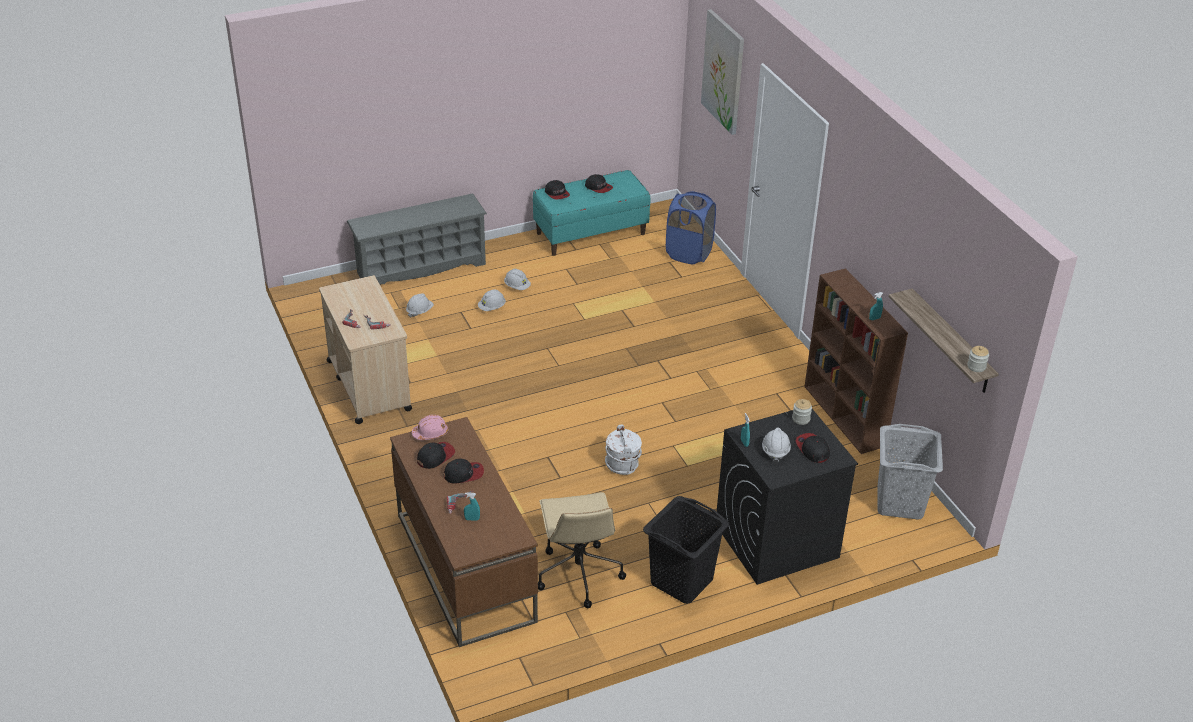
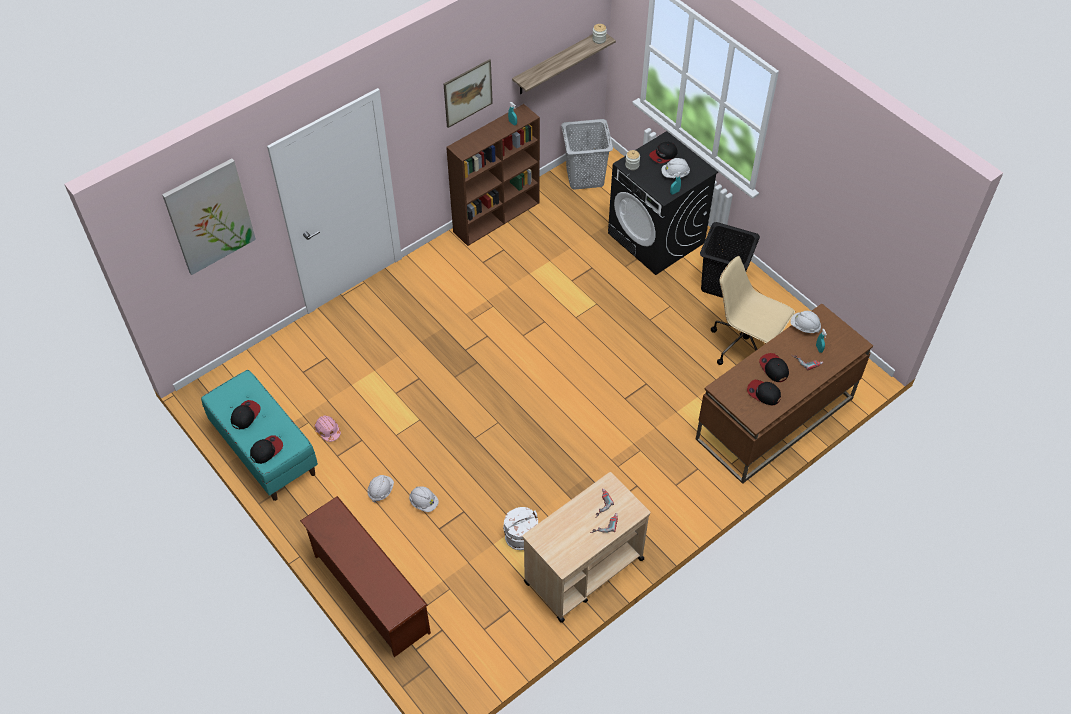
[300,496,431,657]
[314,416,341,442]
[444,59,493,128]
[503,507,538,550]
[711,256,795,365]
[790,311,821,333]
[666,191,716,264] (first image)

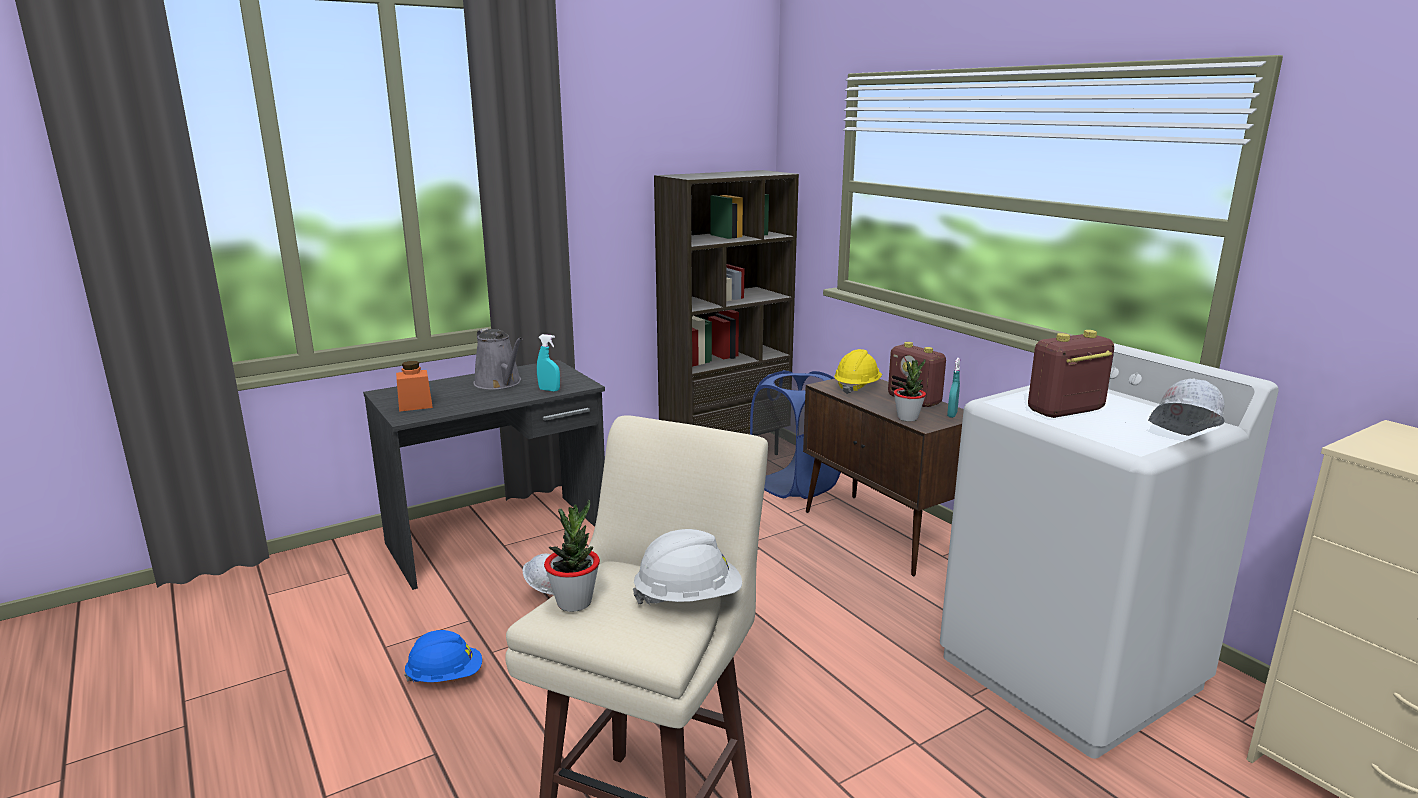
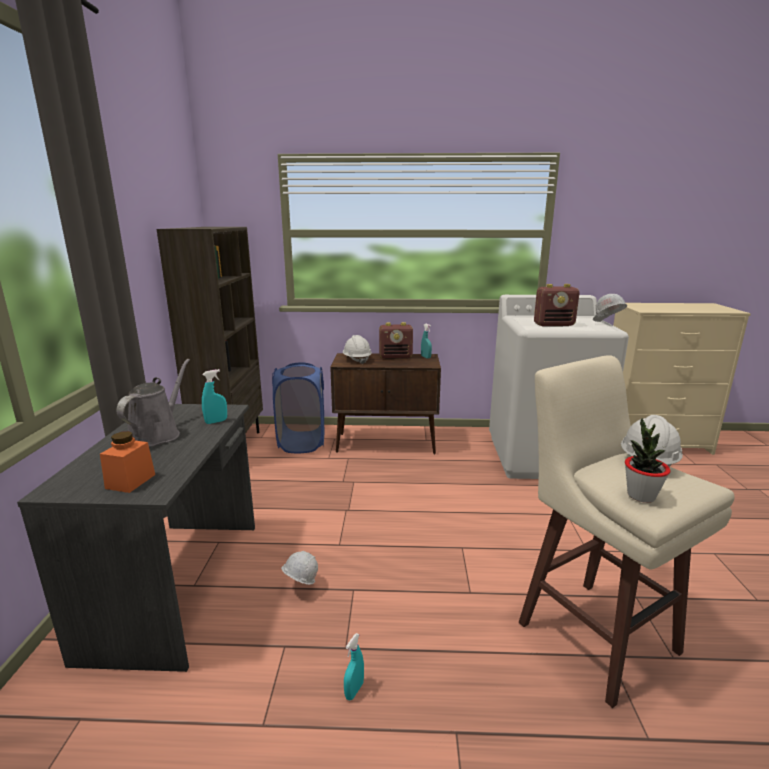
[116,359,190,447]
[343,335,372,364]
[344,633,364,700]
[534,284,579,327]
[894,359,926,422] (first image)

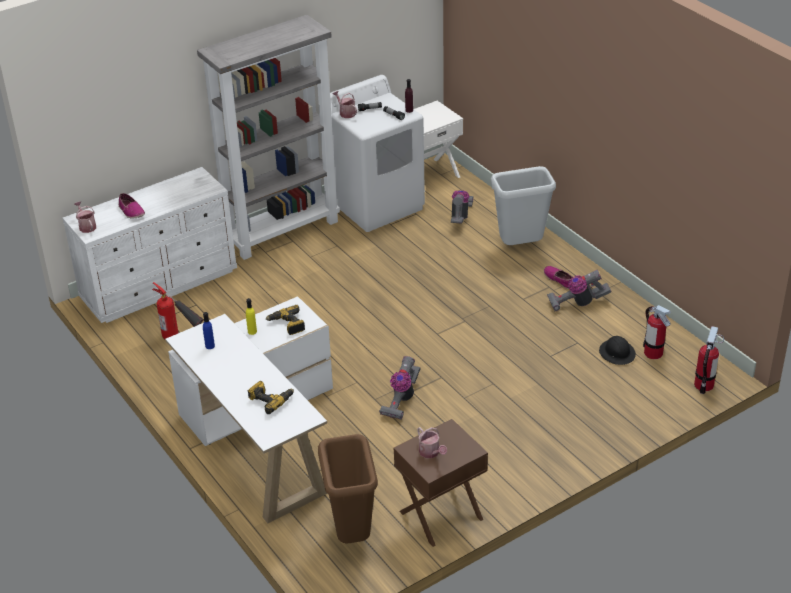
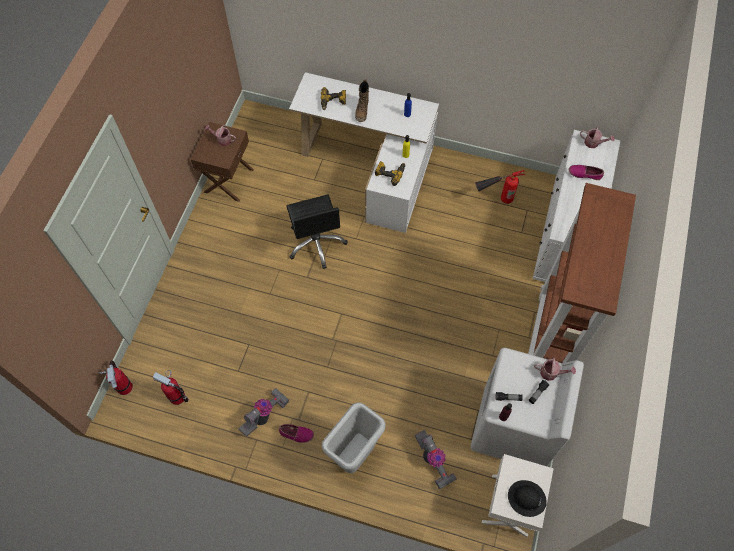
[287,194,347,269]
[355,79,369,122]
[508,480,547,517]
[528,183,636,363]
[318,434,378,543] (first image)

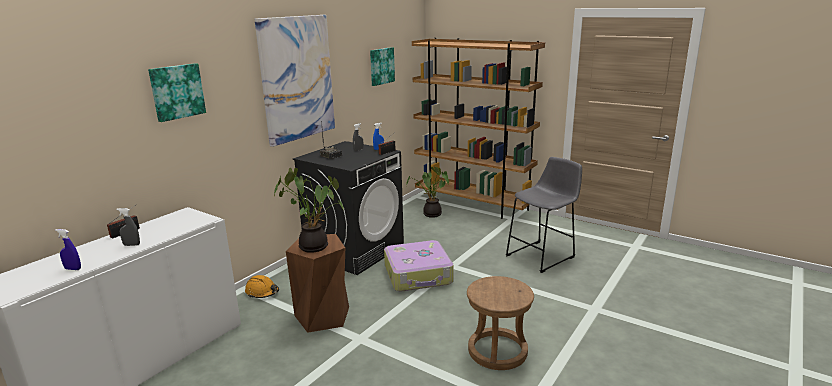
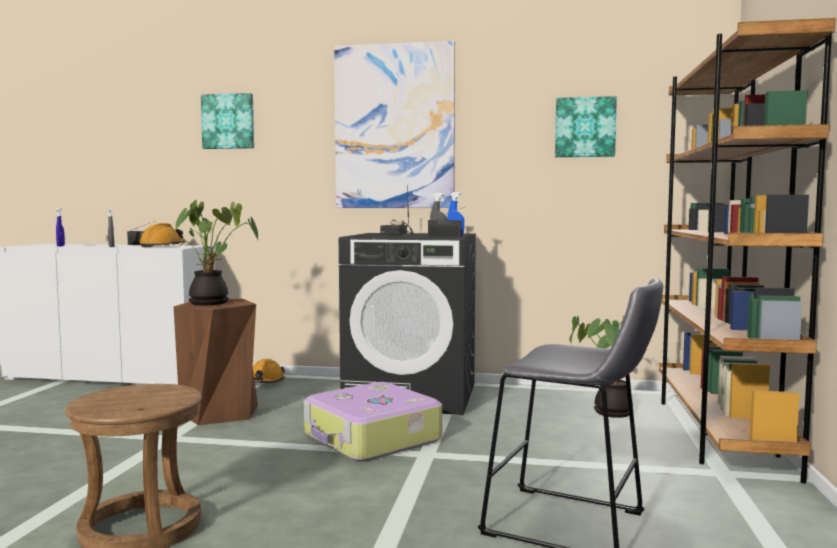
[138,223,185,248]

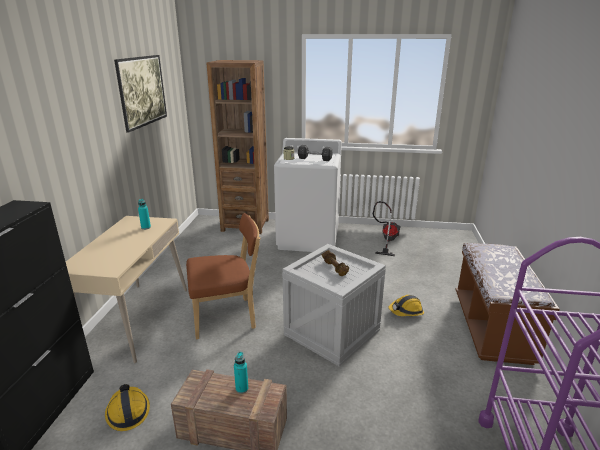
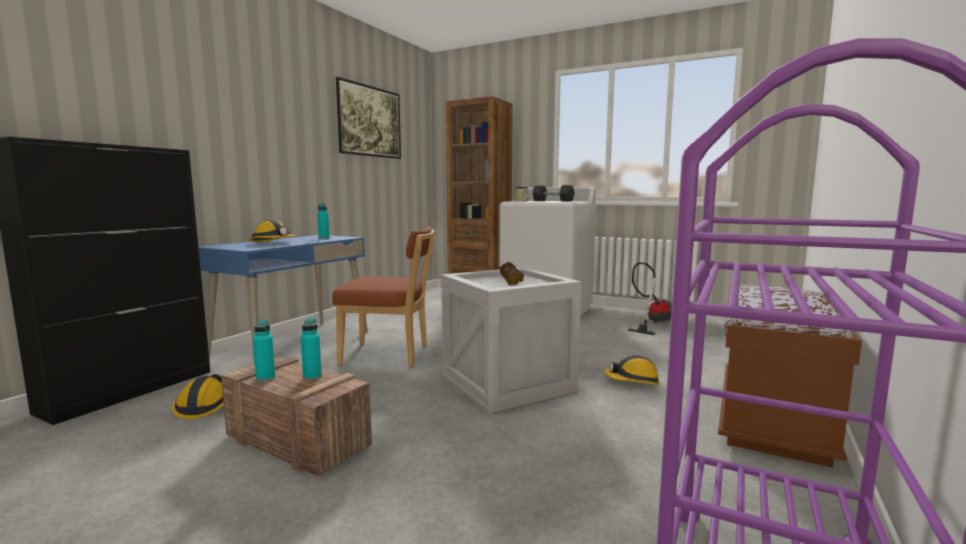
[198,235,368,364]
[249,220,295,242]
[253,320,275,382]

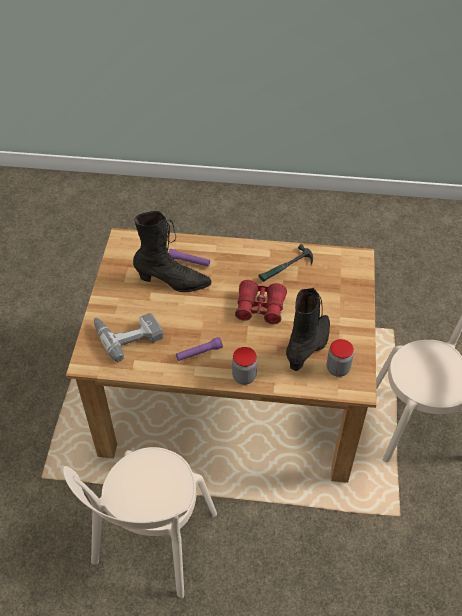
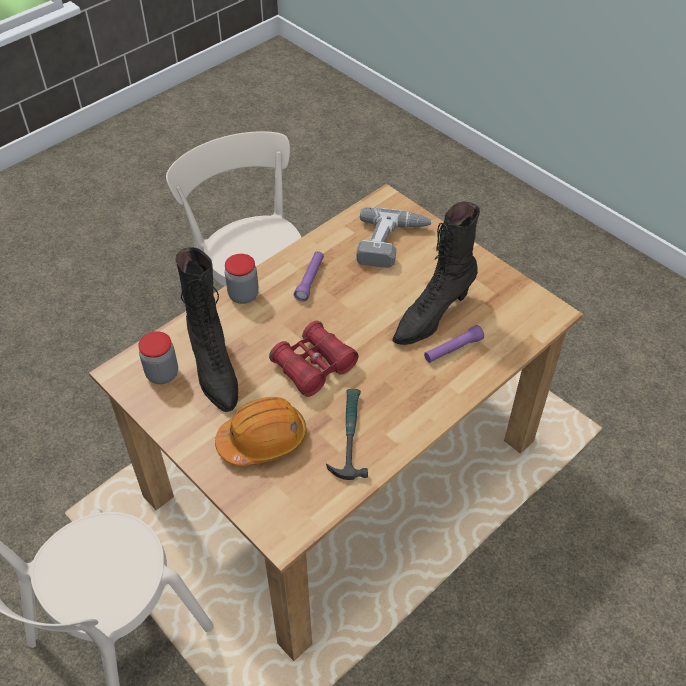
[215,397,307,466]

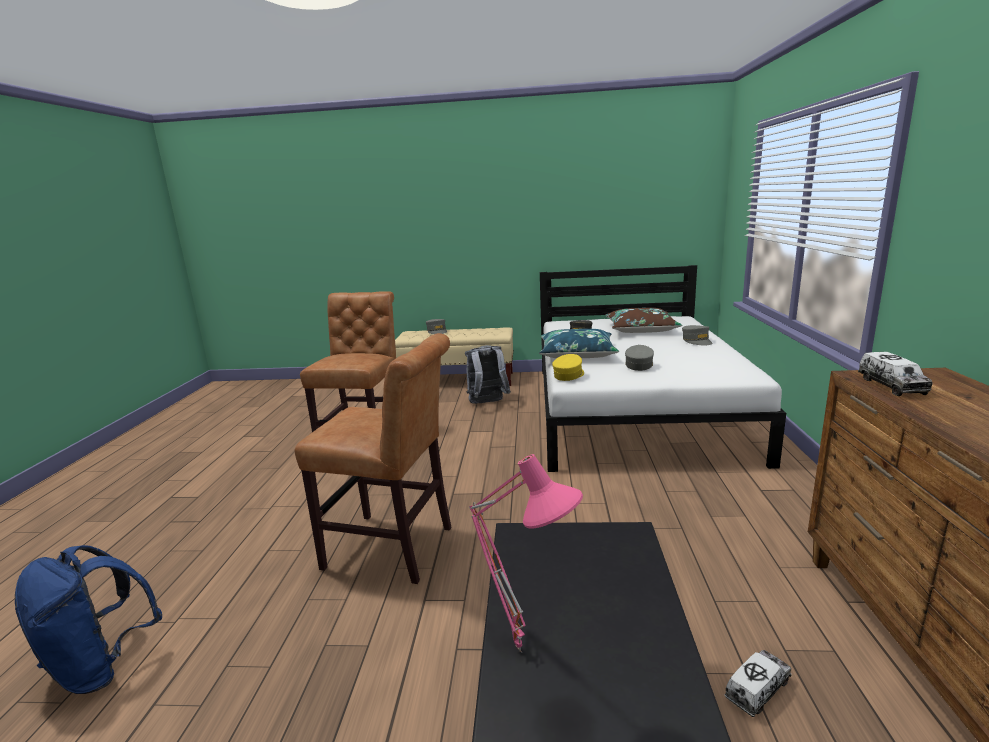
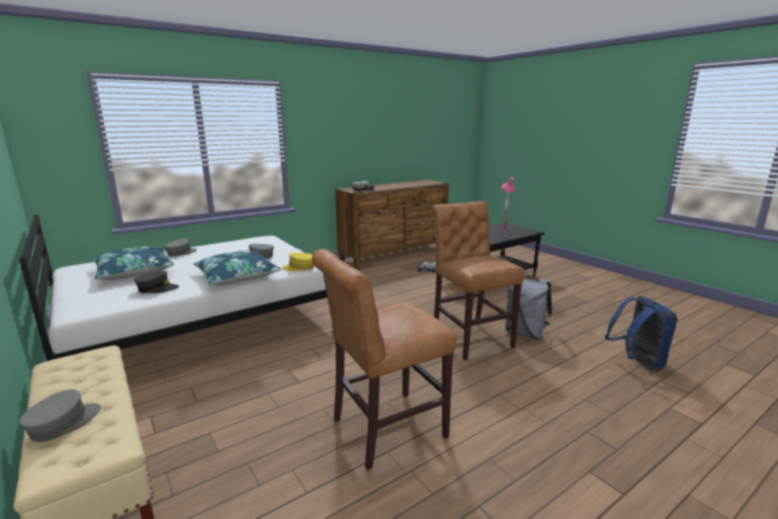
[93,246,174,280]
[505,275,552,339]

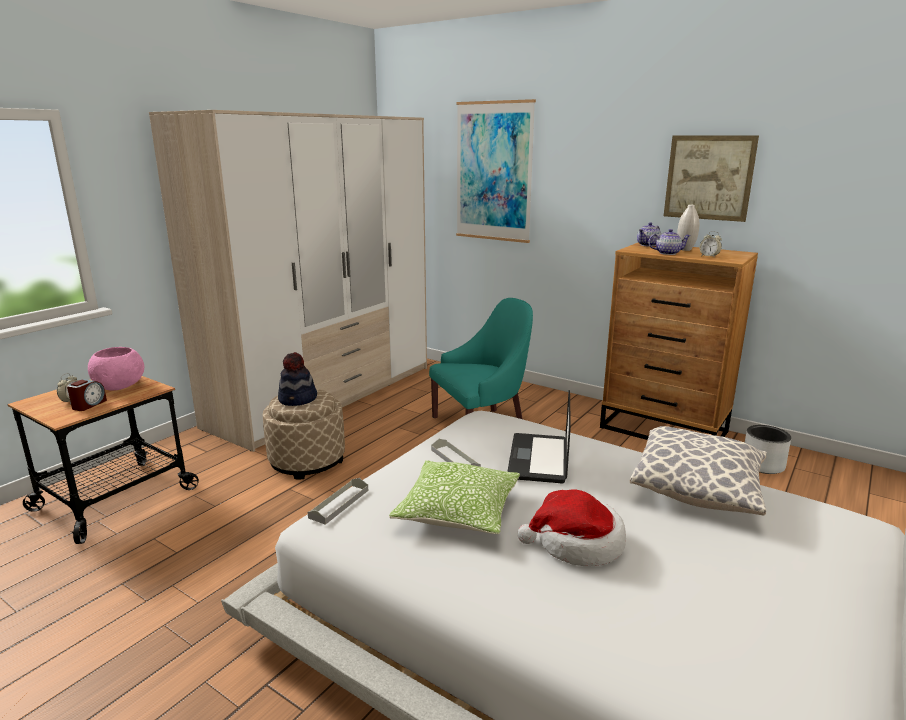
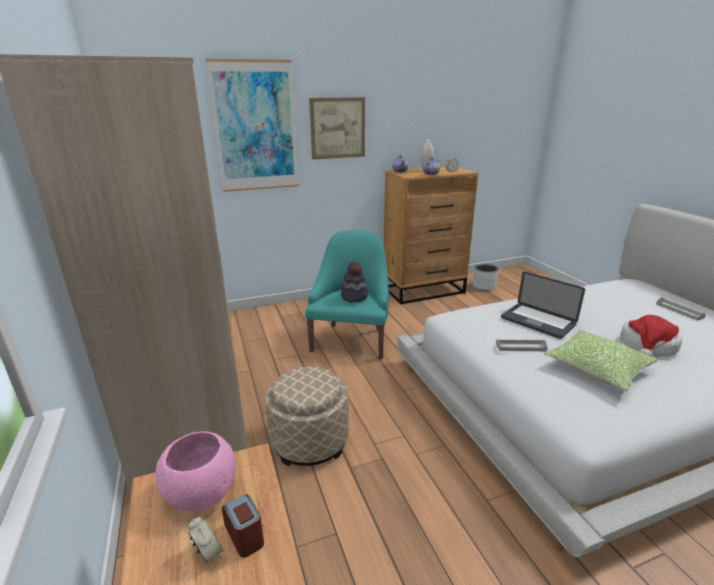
[309,97,365,159]
[341,261,368,302]
[656,297,706,321]
[629,426,767,515] (first image)

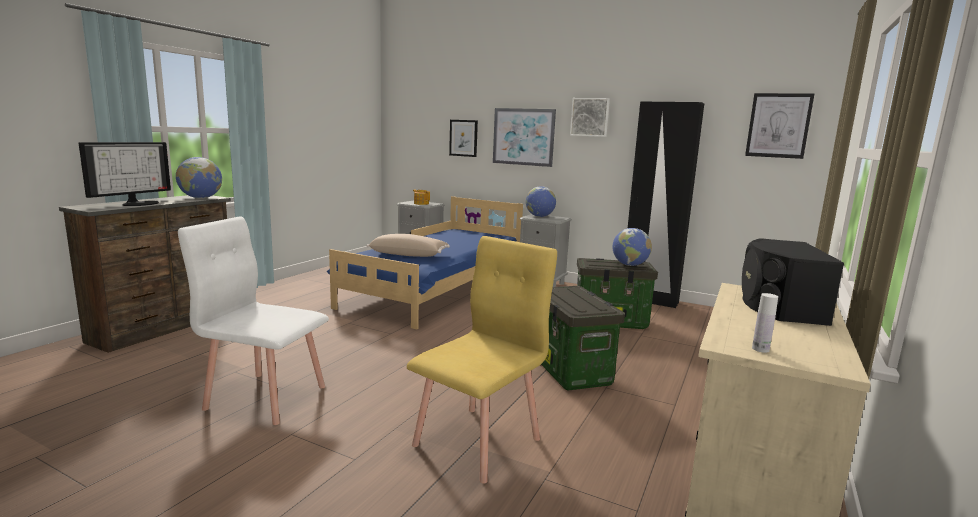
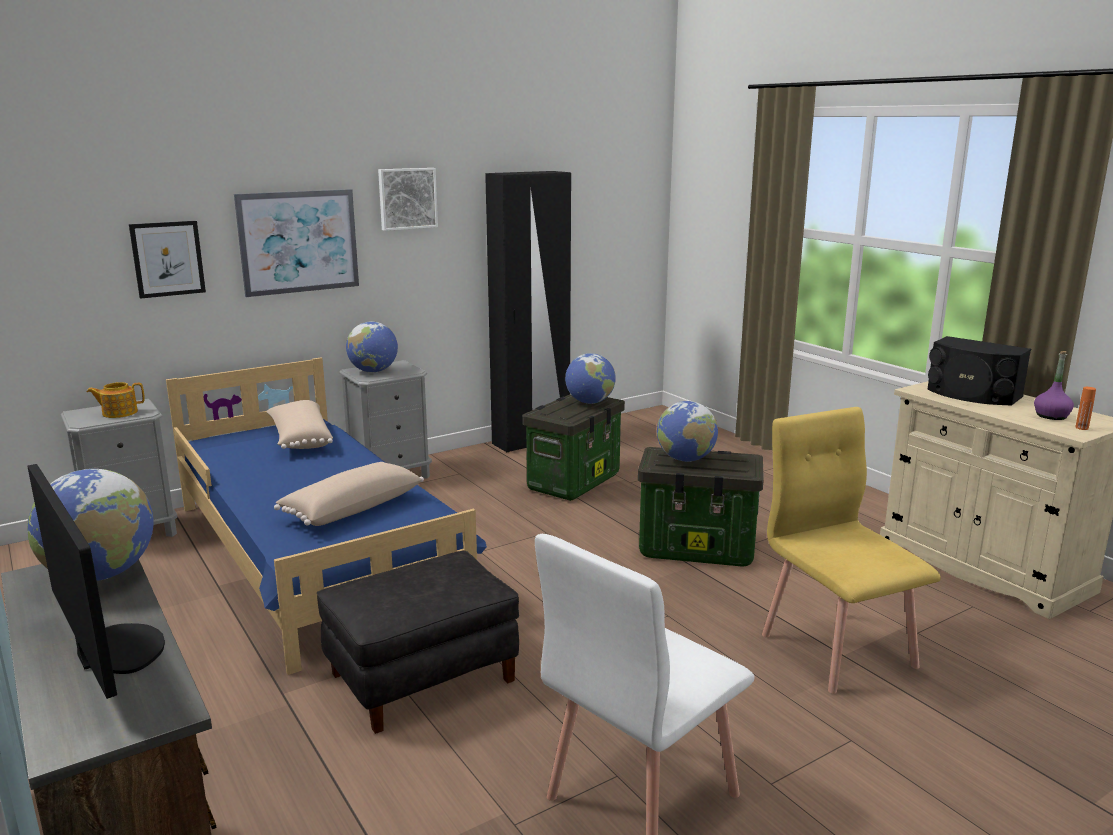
[266,400,333,449]
[317,551,519,734]
[657,401,718,462]
[1034,351,1074,420]
[1075,387,1096,430]
[745,93,815,159] (first image)

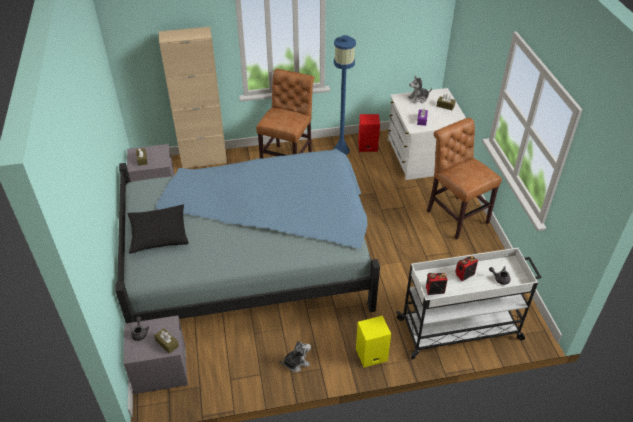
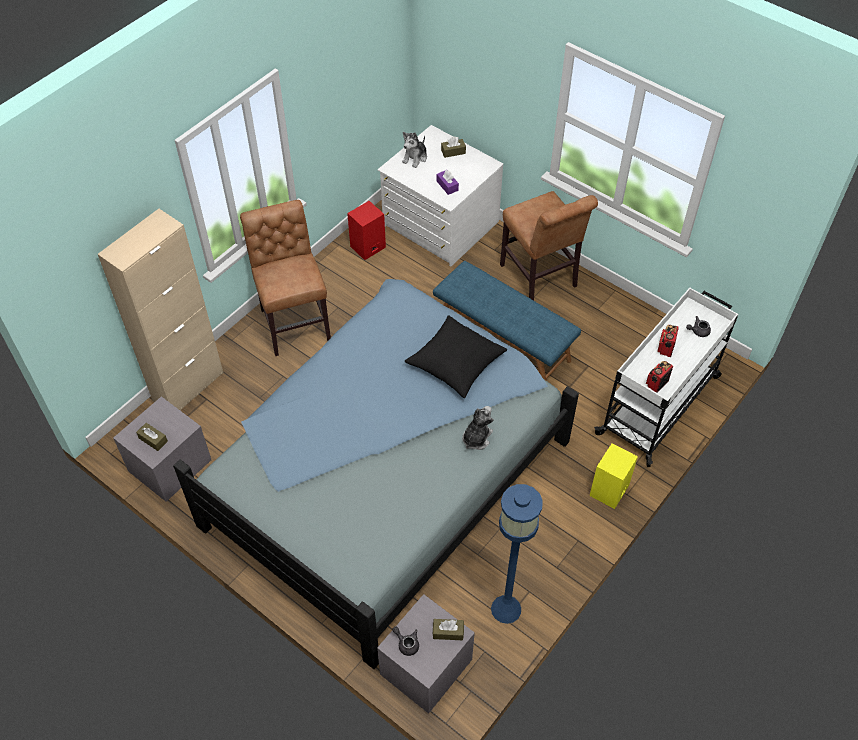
[404,315,507,398]
[433,261,581,380]
[462,406,494,450]
[491,484,543,624]
[500,191,598,301]

